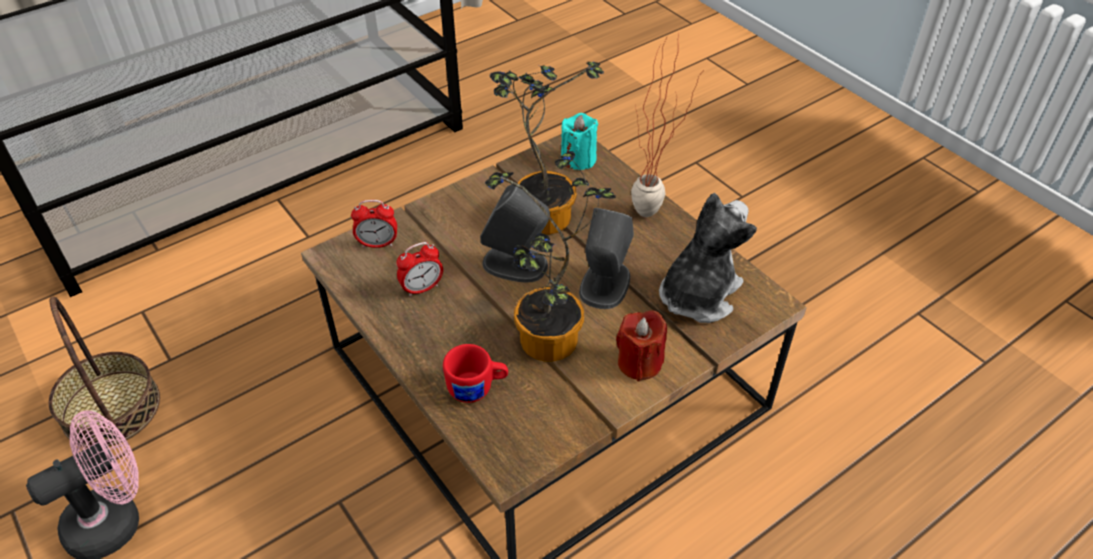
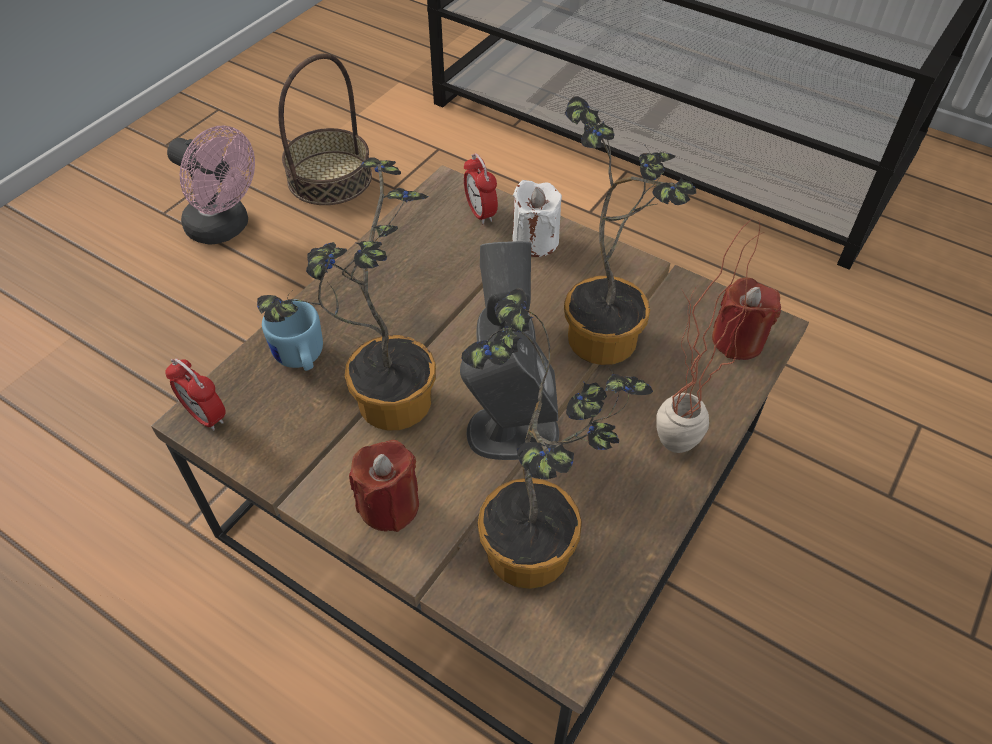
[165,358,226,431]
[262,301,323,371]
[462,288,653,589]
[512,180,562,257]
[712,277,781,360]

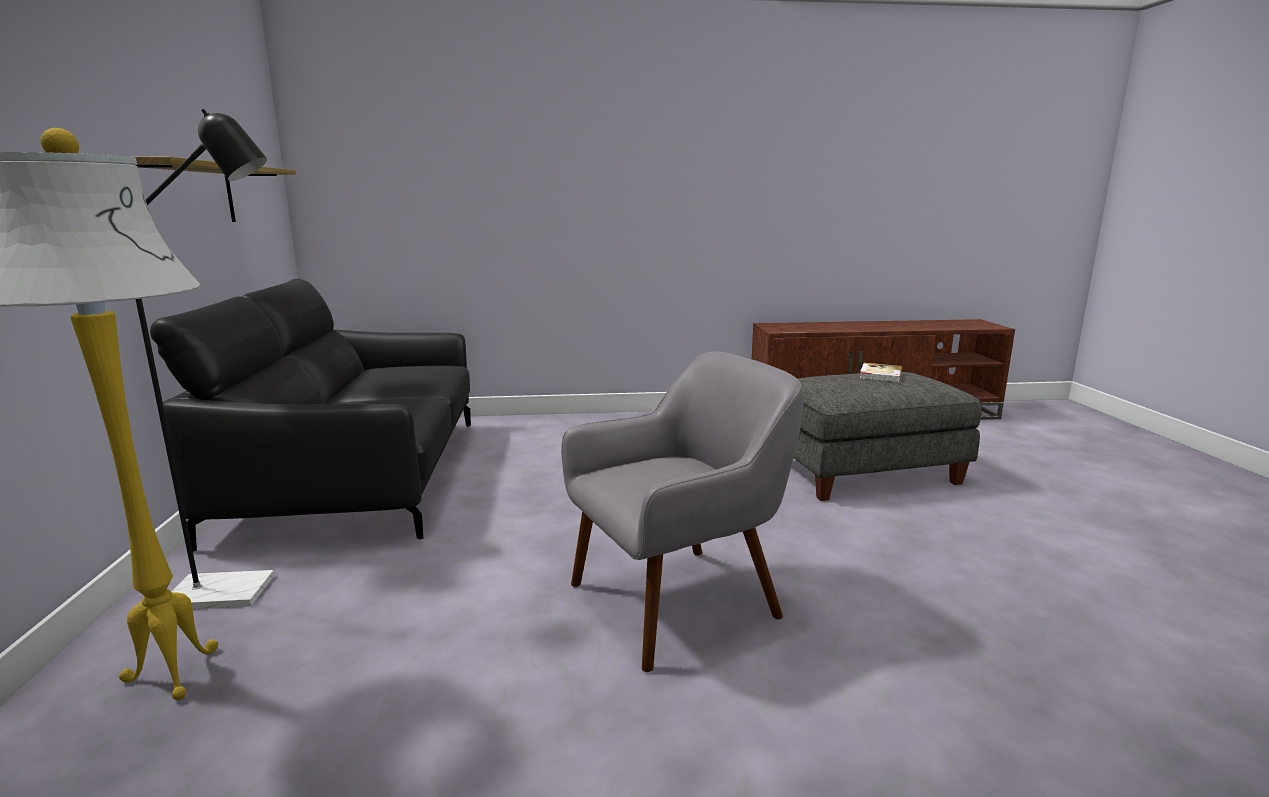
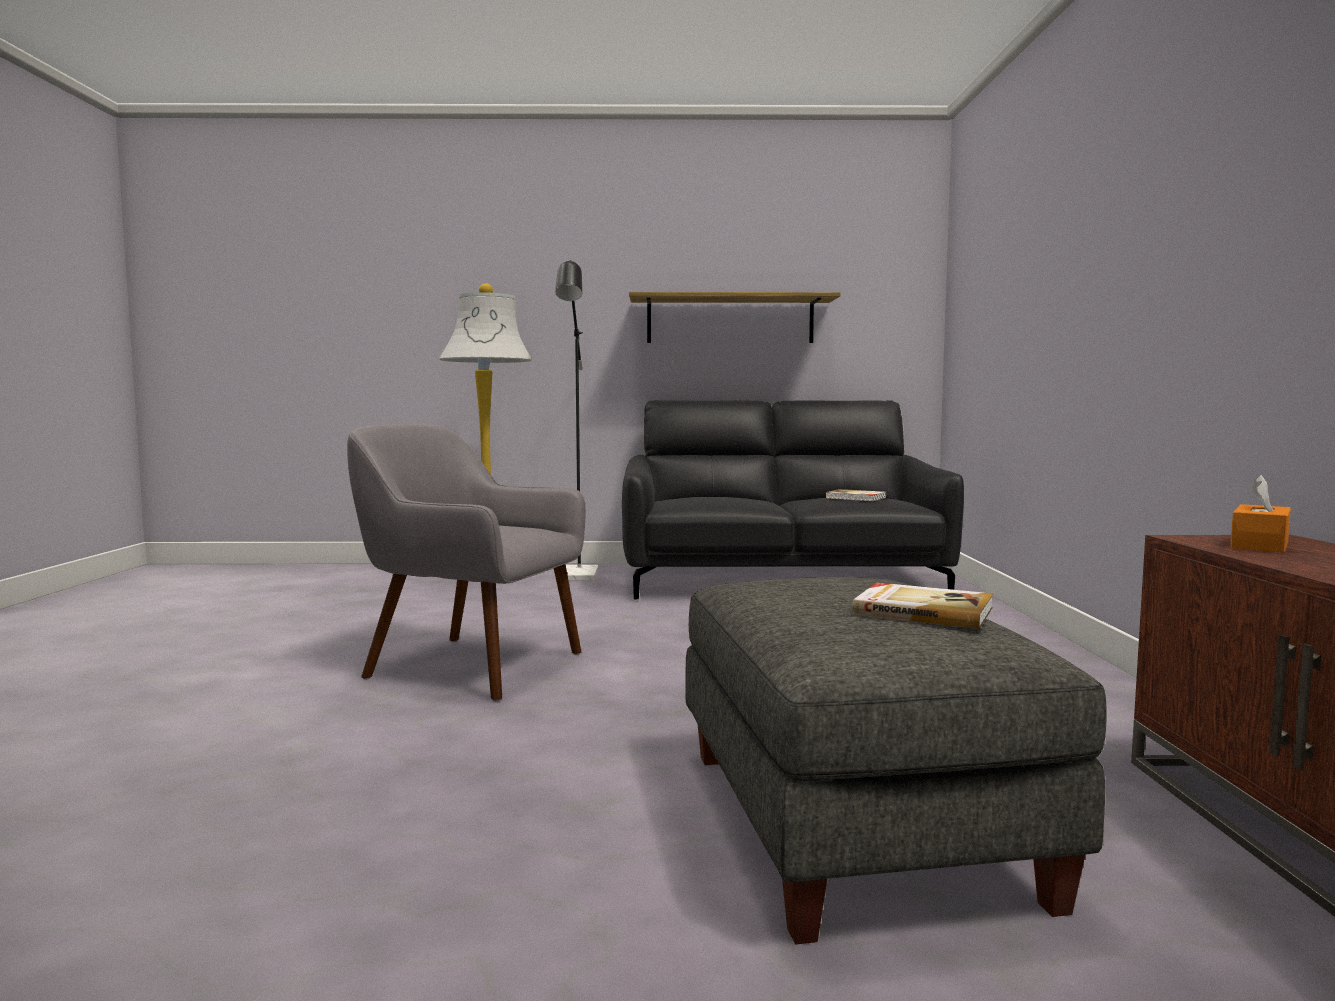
[347,424,586,701]
[825,489,886,501]
[1230,475,1291,553]

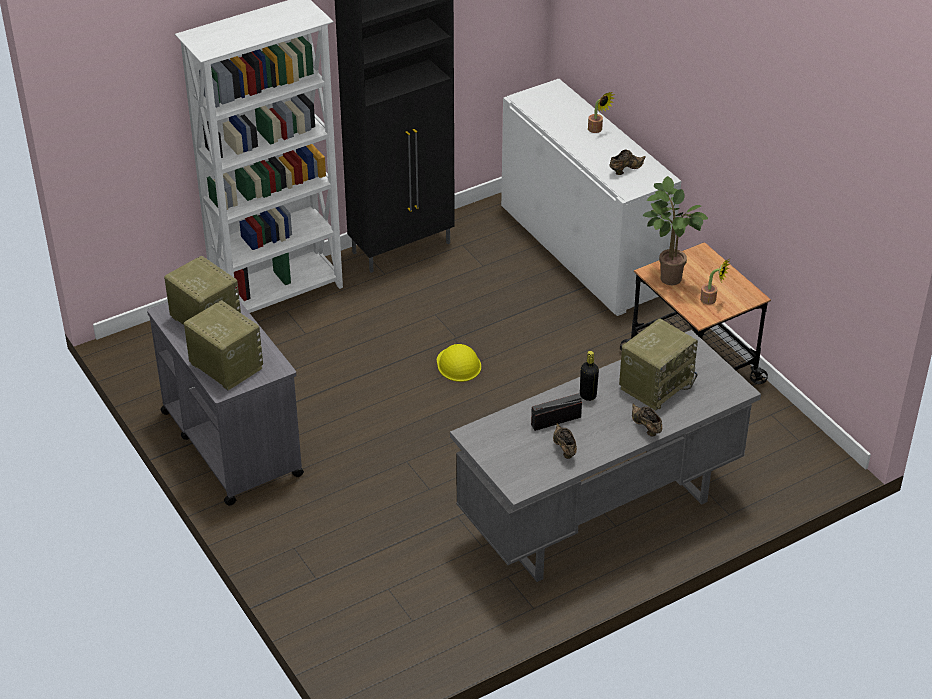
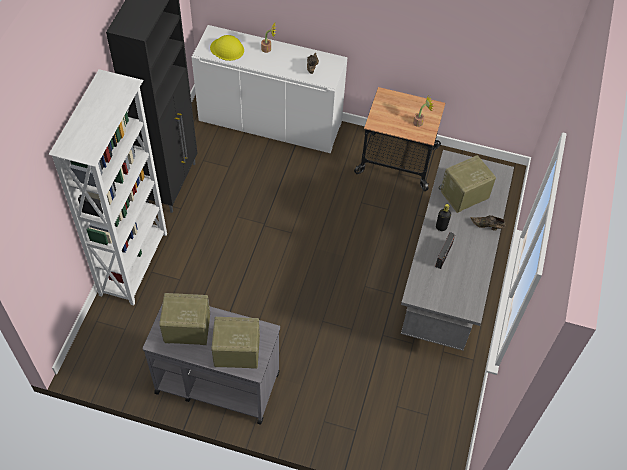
[210,35,244,61]
[439,155,496,213]
[553,423,577,459] (first image)
[642,176,708,285] (first image)

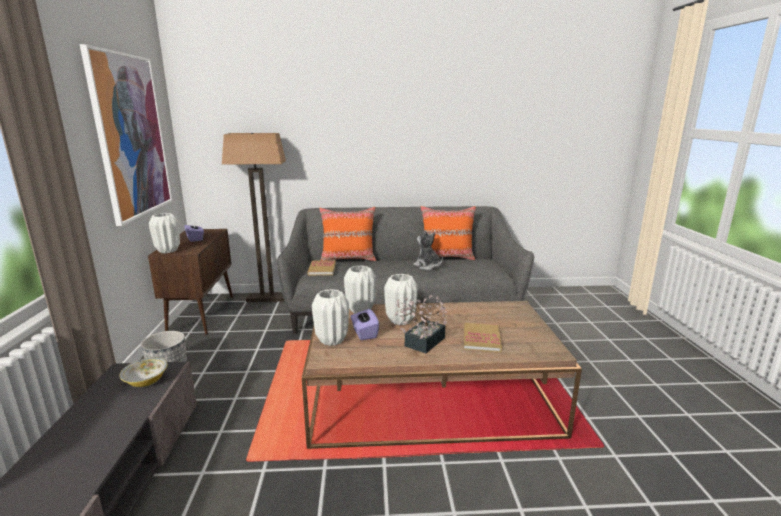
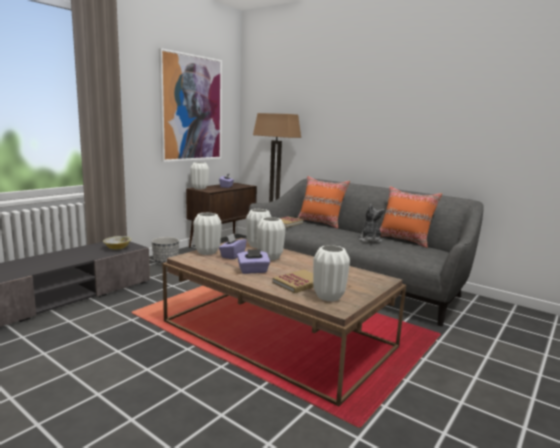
[237,249,270,274]
[313,245,350,301]

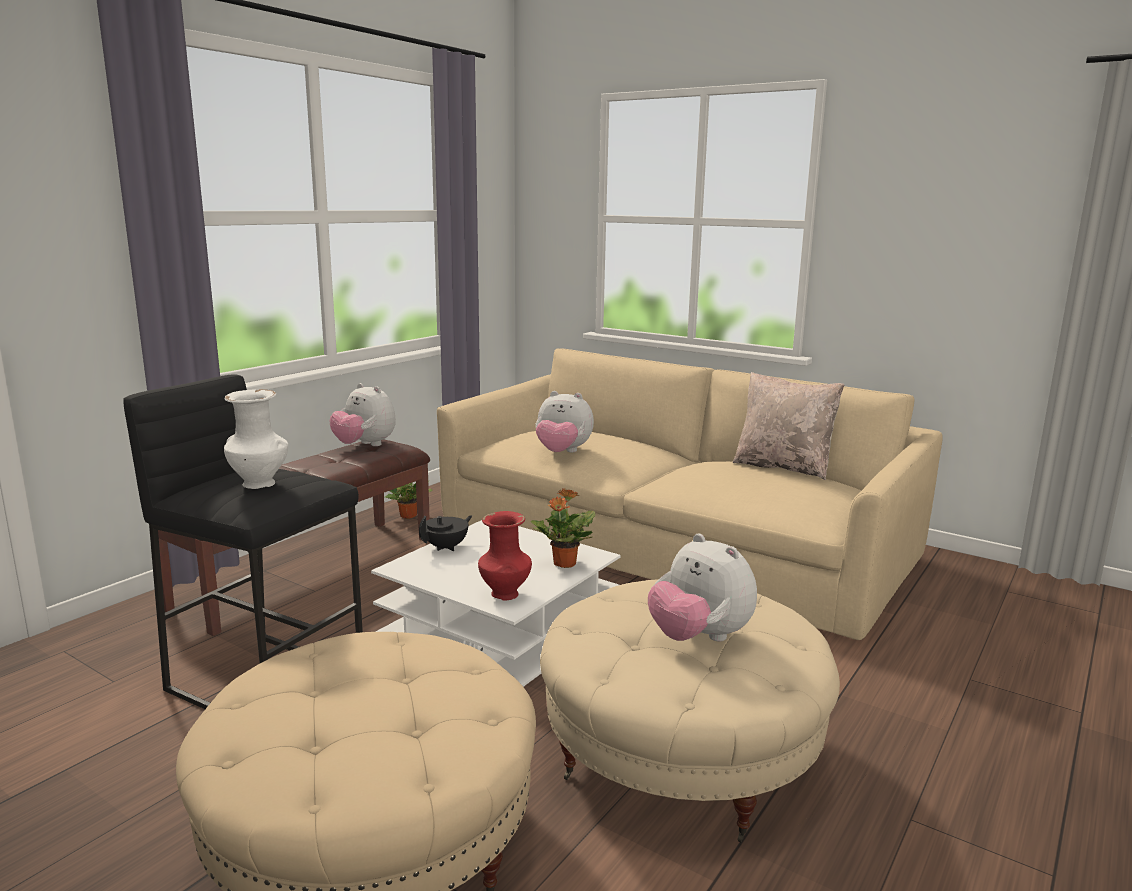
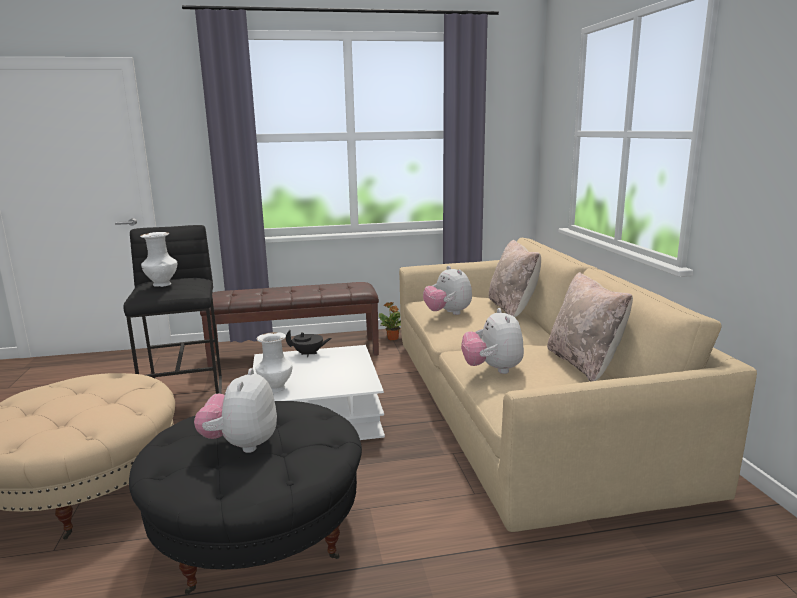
[129,401,362,595]
[255,332,292,392]
[461,308,524,374]
[489,240,541,317]
[531,488,595,568] (first image)

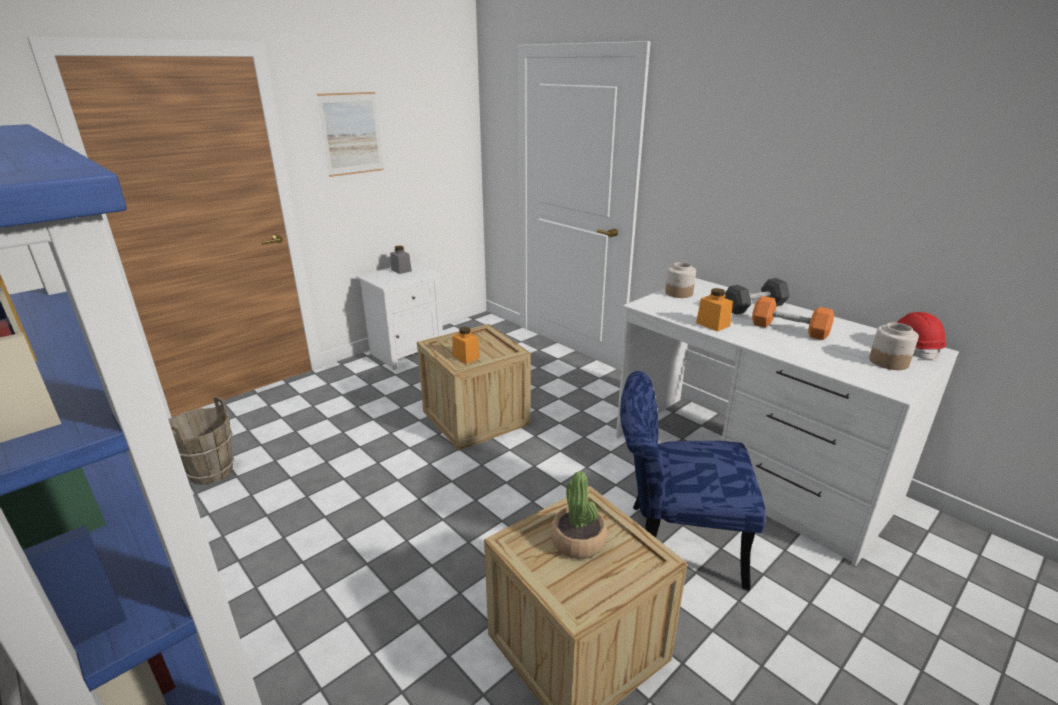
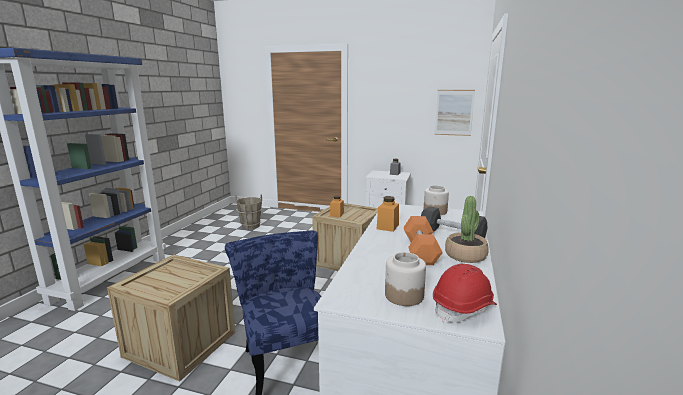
[435,90,475,136]
[445,196,489,263]

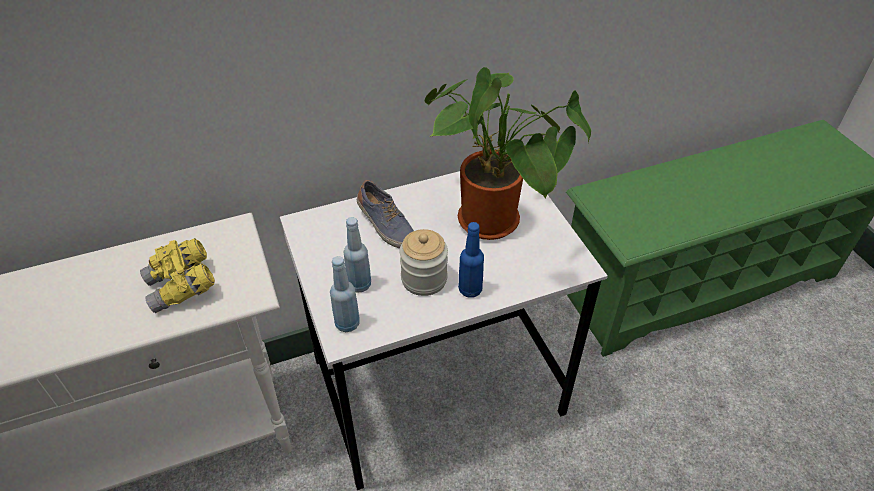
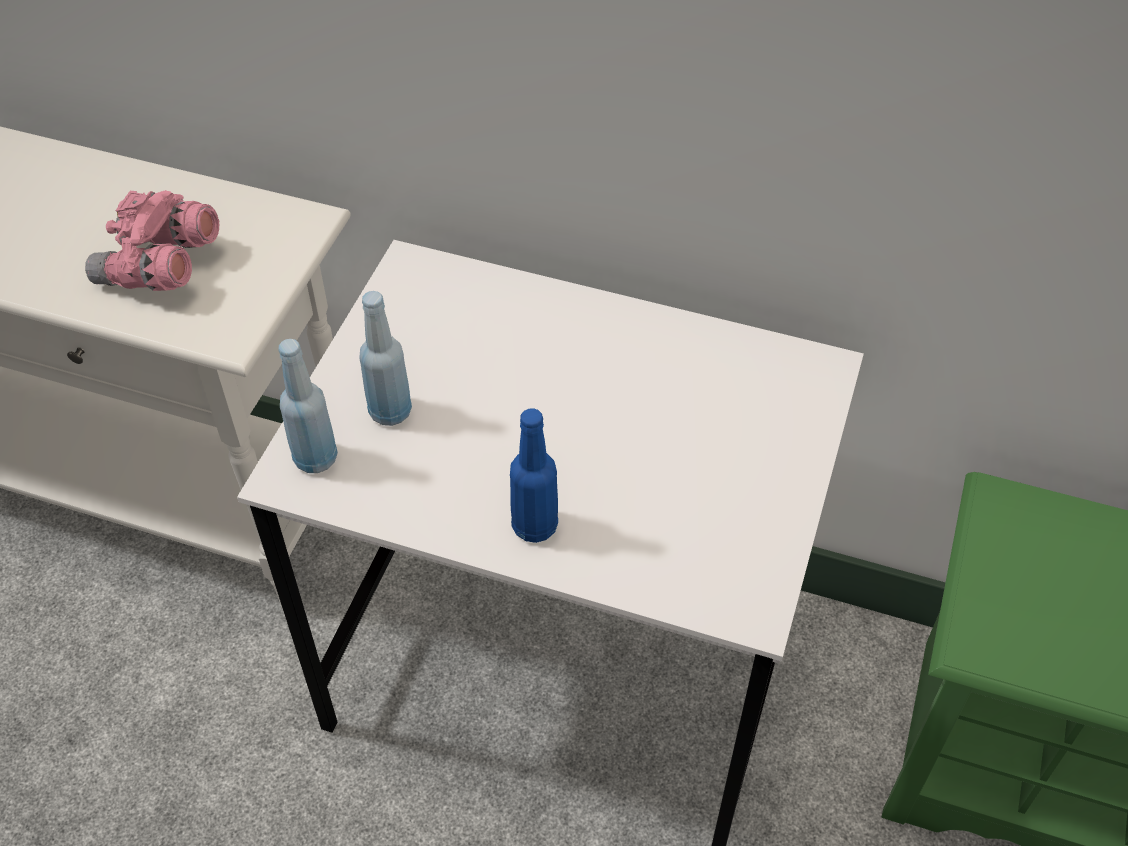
[85,190,220,291]
[357,180,414,248] (first image)
[400,229,448,296] (first image)
[424,67,591,240] (first image)

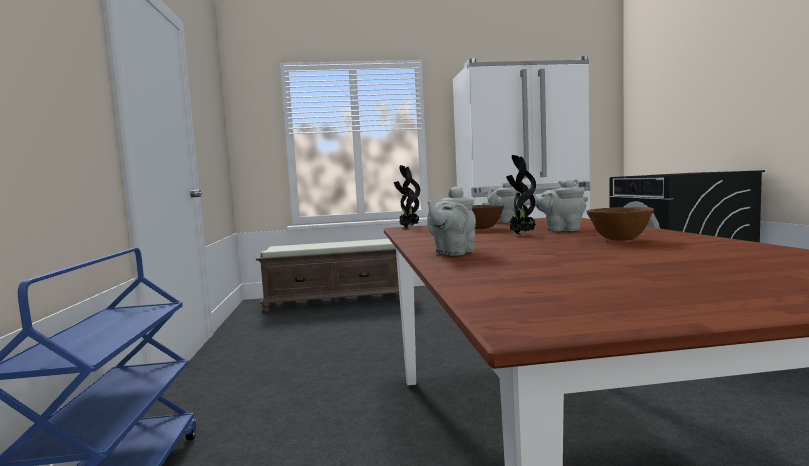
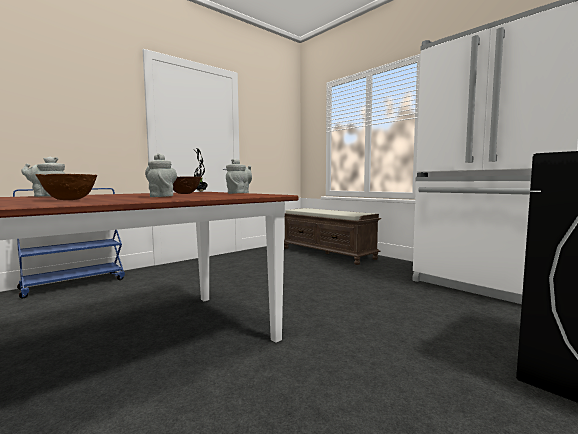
[506,155,536,234] (first image)

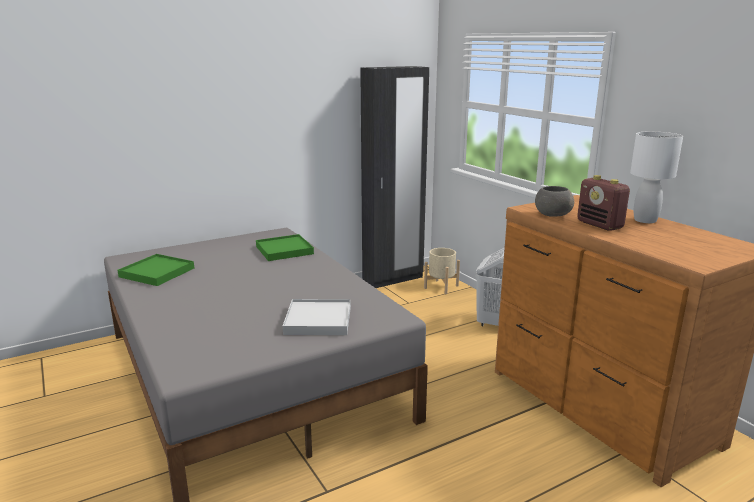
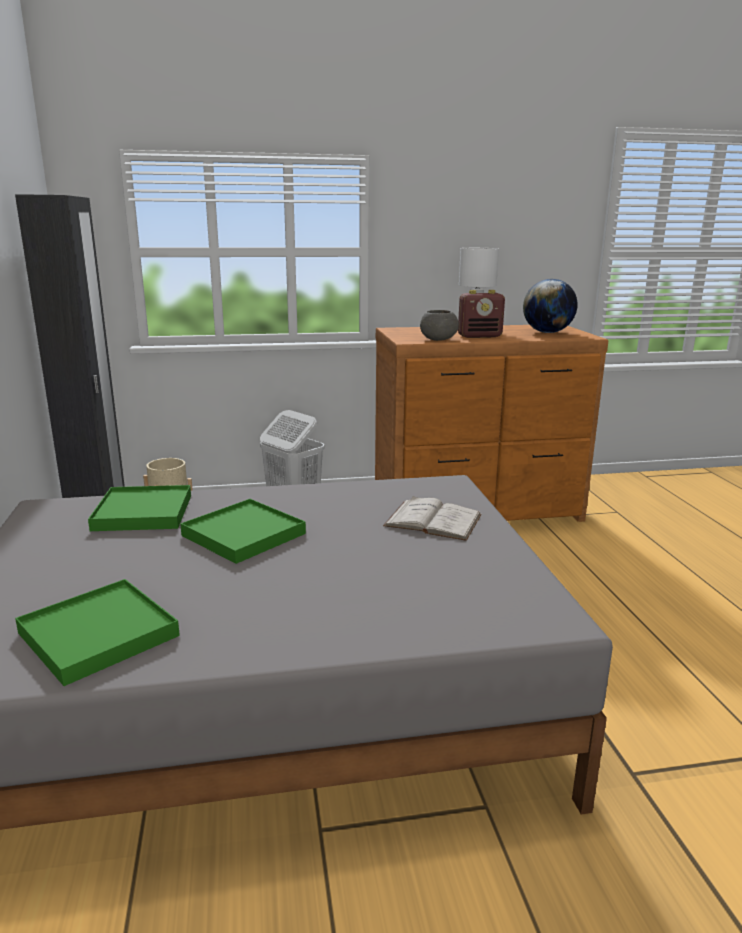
[180,499,306,564]
[383,496,482,541]
[523,279,578,333]

